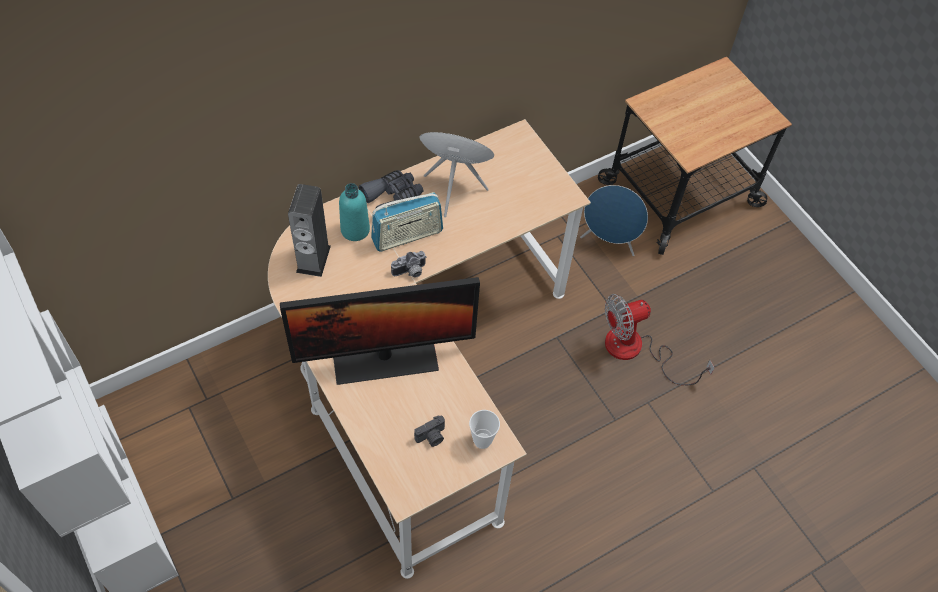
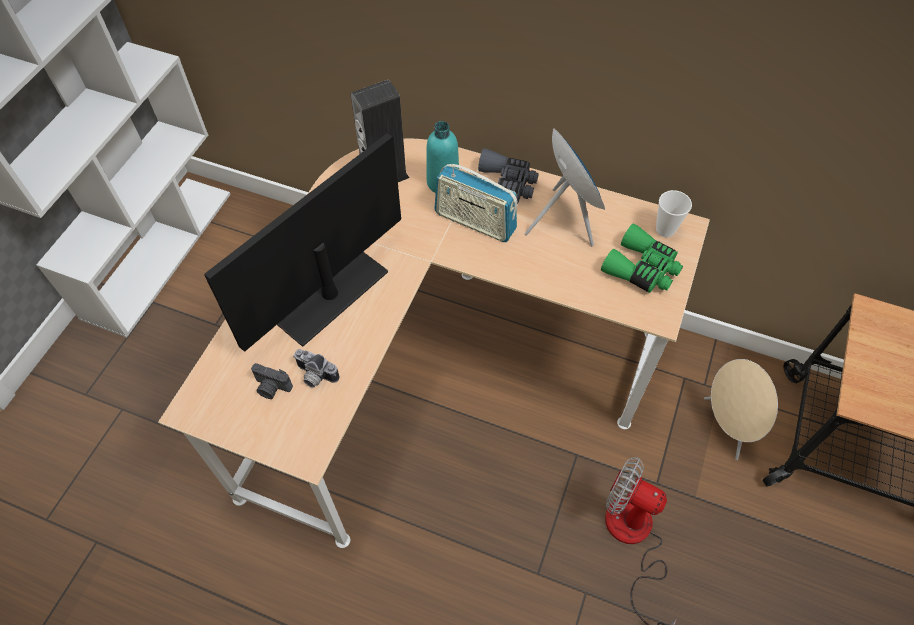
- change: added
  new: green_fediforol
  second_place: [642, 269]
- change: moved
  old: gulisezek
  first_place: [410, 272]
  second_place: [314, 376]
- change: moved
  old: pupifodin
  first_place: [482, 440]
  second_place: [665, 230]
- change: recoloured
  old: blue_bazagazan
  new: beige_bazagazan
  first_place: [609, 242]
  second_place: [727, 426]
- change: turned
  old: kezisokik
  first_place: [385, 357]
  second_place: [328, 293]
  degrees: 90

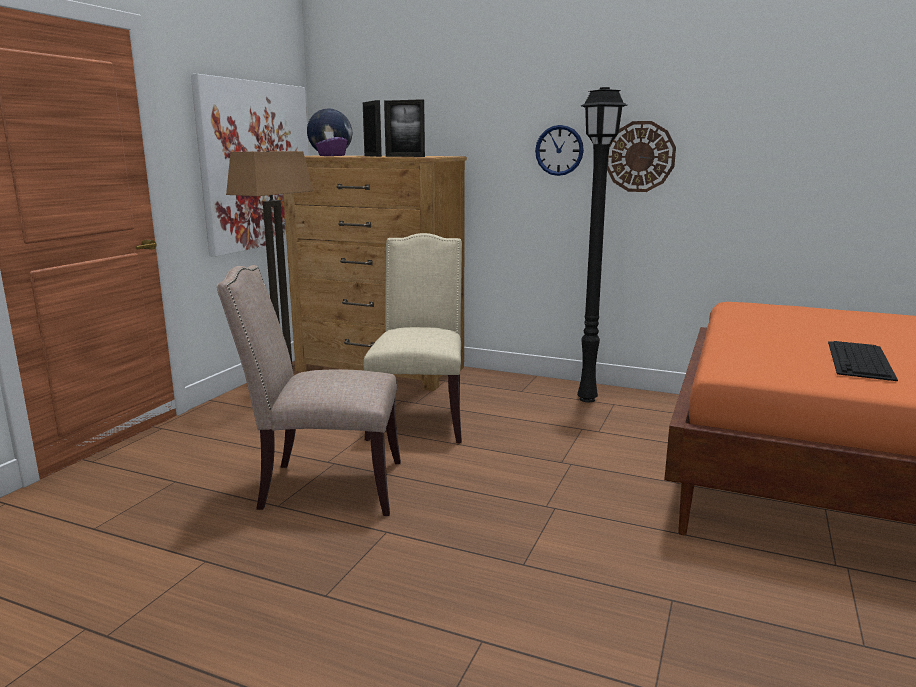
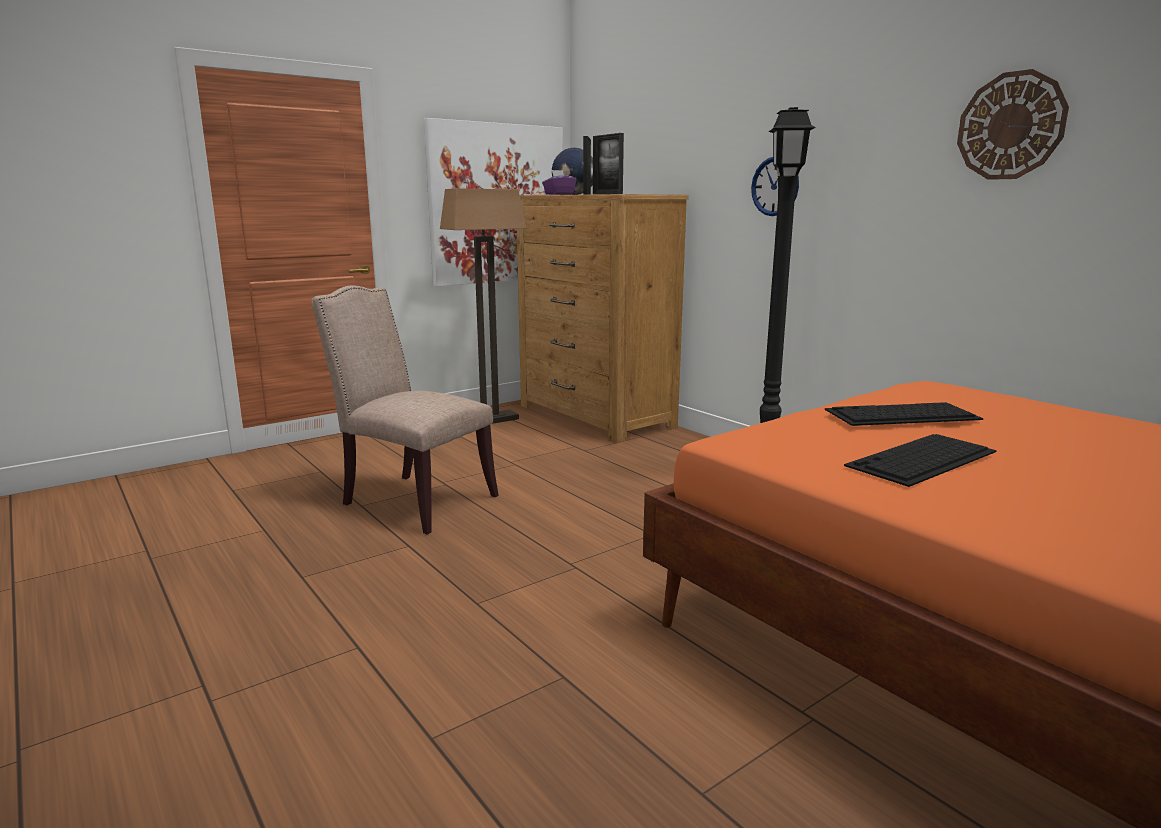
- change: removed
  old: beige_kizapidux
  first_place: [419, 418]
- change: added
  new: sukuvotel
  second_place: [901, 414]
- change: moved
  old: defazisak
  first_place: [639, 156]
  second_place: [1010, 126]

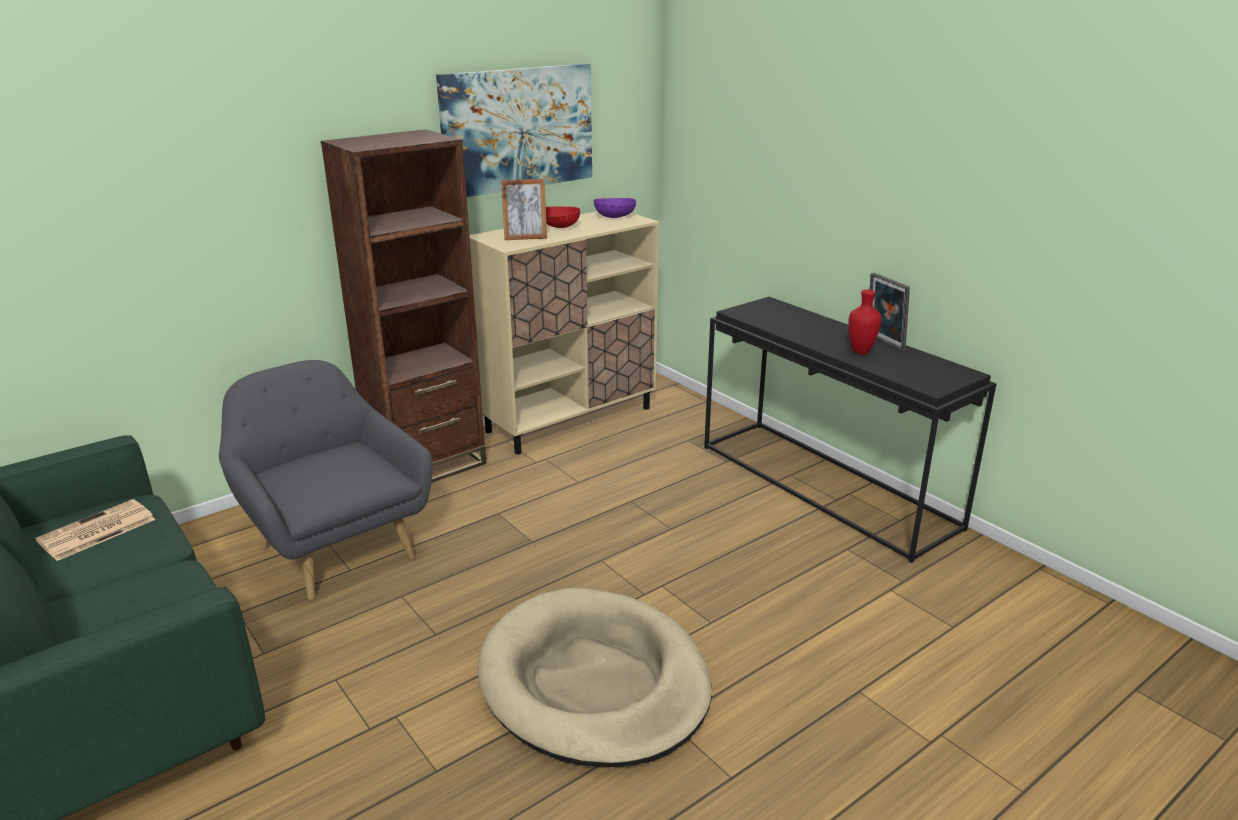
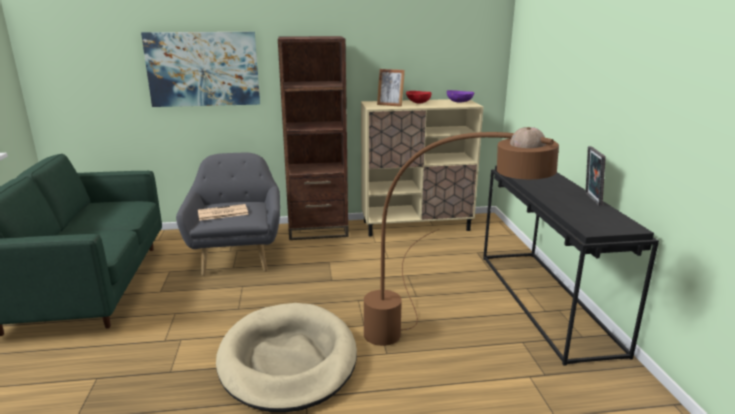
- change: removed
  old: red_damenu
  first_place: [861, 351]
- change: added
  new: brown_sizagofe
  second_place: [429, 346]
- change: moved
  old: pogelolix
  first_place: [96, 531]
  second_place: [222, 213]
- change: moved
  old: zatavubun
  first_place: [518, 129]
  second_place: [203, 69]

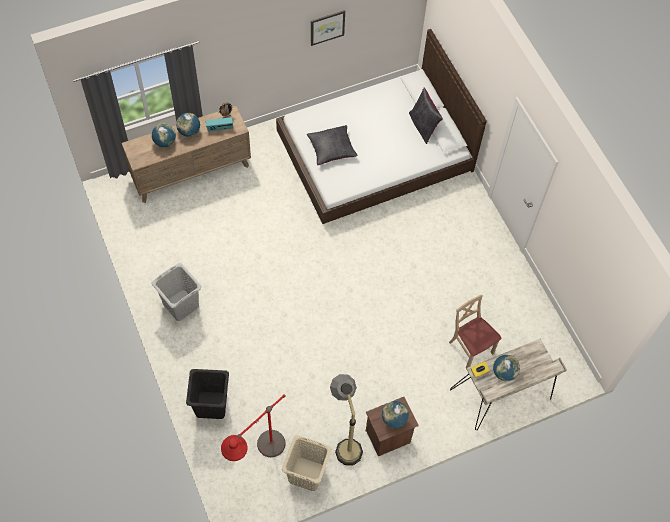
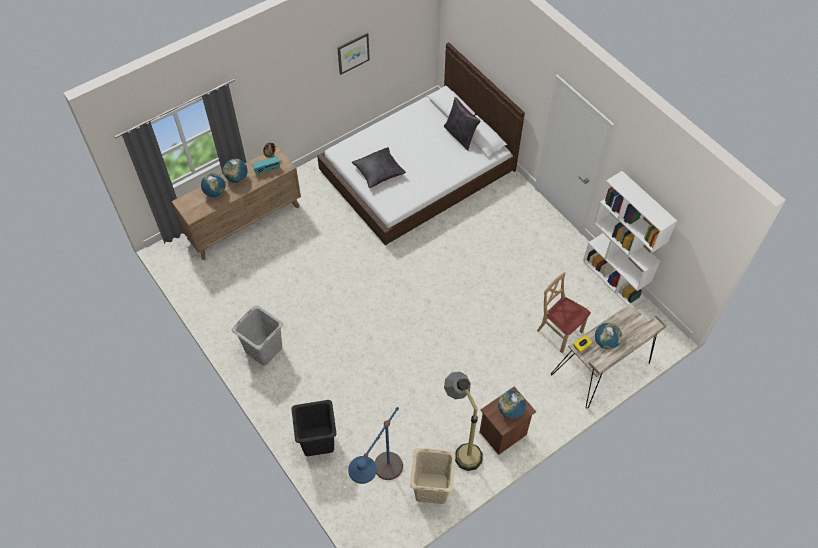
- change: added
  new: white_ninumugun
  second_place: [614, 279]
- change: recoloured
  old: red_sizagofe
  new: blue_sizagofe
  first_place: [259, 459]
  second_place: [380, 484]

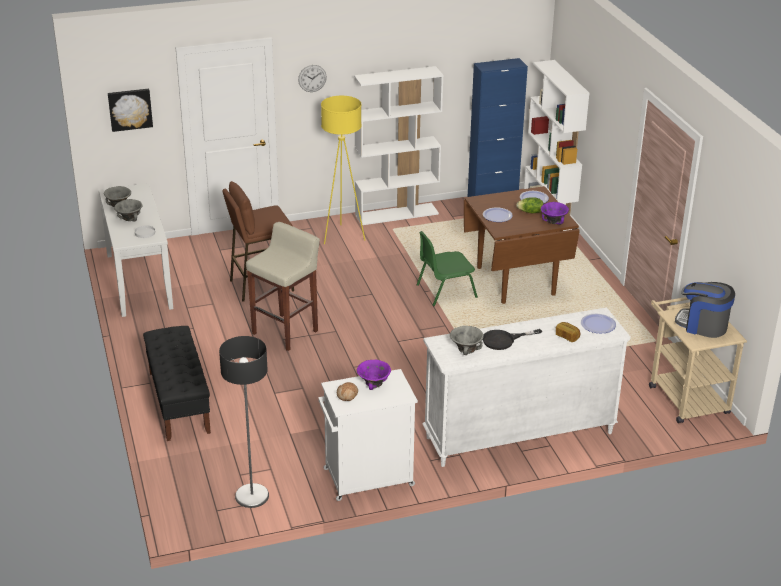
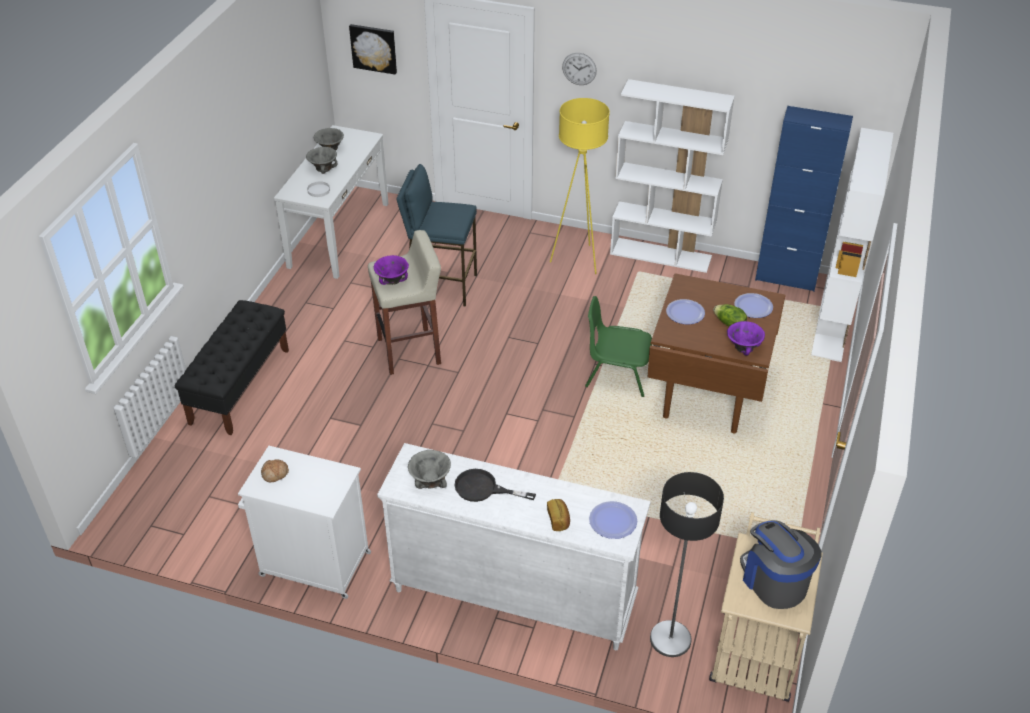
- change: moved
  old: sizagofe
  first_place: [251, 496]
  second_place: [670, 639]
- change: moved
  old: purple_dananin
  first_place: [373, 384]
  second_place: [392, 280]
- change: recoloured
  old: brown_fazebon
  new: blue_fazebon
  first_place: [261, 285]
  second_place: [441, 286]

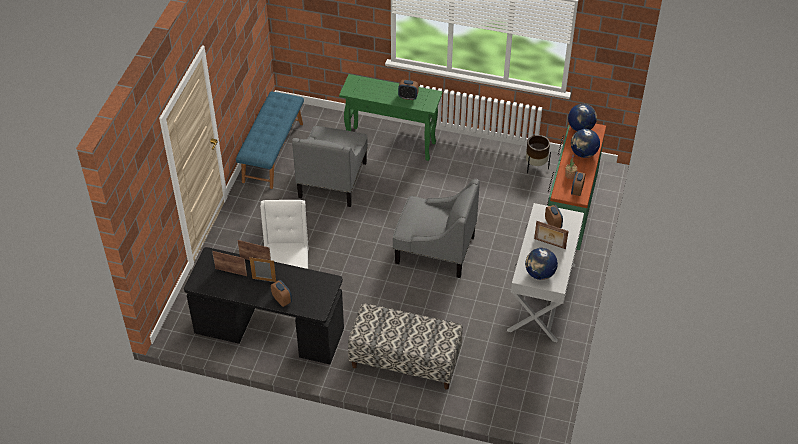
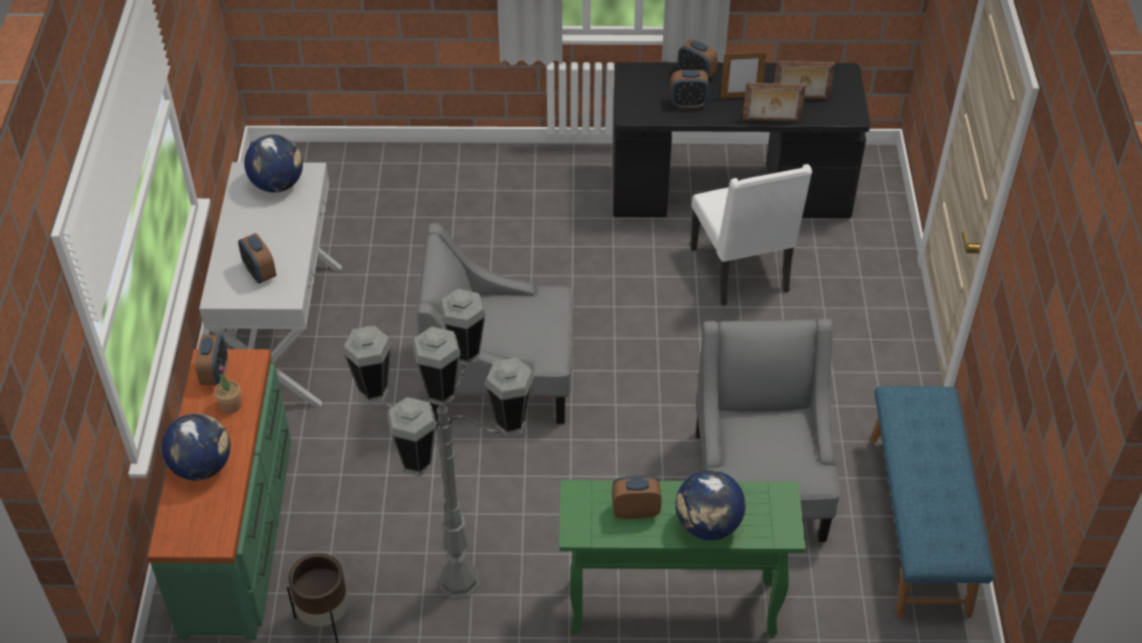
- change: removed
  old: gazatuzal
  first_place: [405, 361]
- change: removed
  old: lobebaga
  first_place: [549, 244]
- change: added
  new: grey_sizagofe
  second_place: [459, 582]
- change: added
  new: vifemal
  second_place: [688, 103]
- change: moved
  old: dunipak
  first_place: [580, 128]
  second_place: [708, 525]

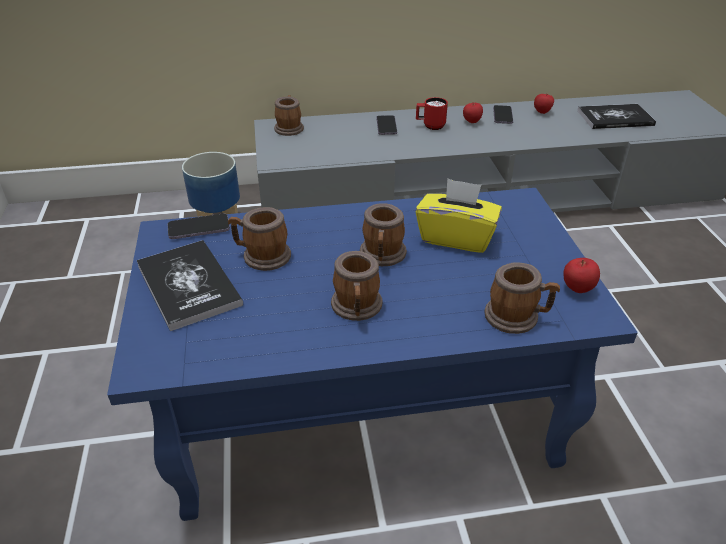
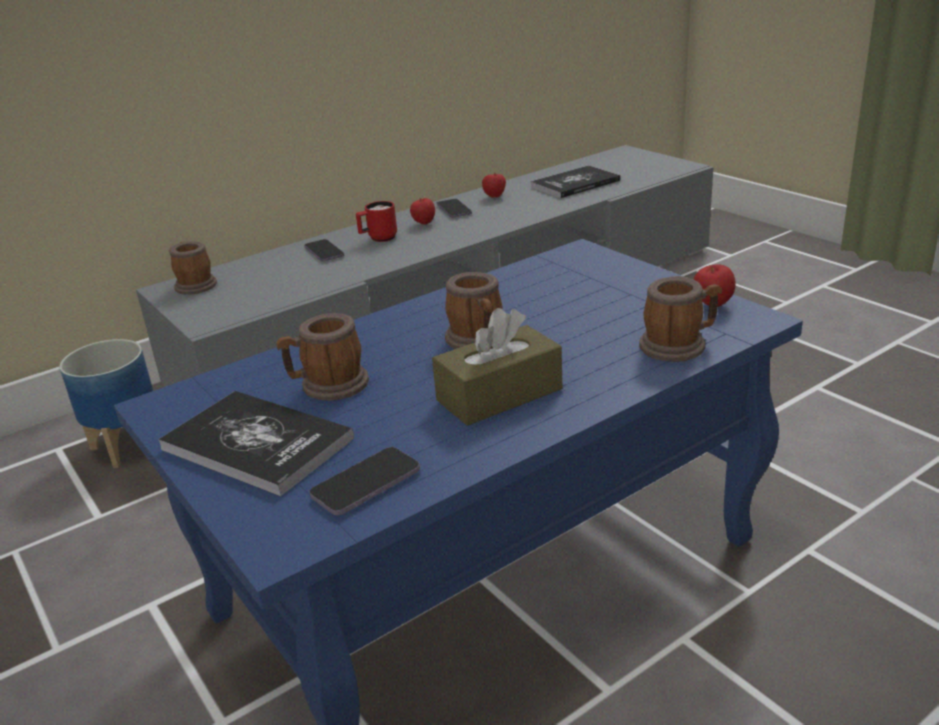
- change: removed
  old: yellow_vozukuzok
  first_place: [456, 237]
- change: moved
  old: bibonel
  first_place: [199, 228]
  second_place: [366, 484]
- change: replaced
  old: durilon
  new: brown_vozukuzok
  first_place: [357, 308]
  second_place: [499, 395]

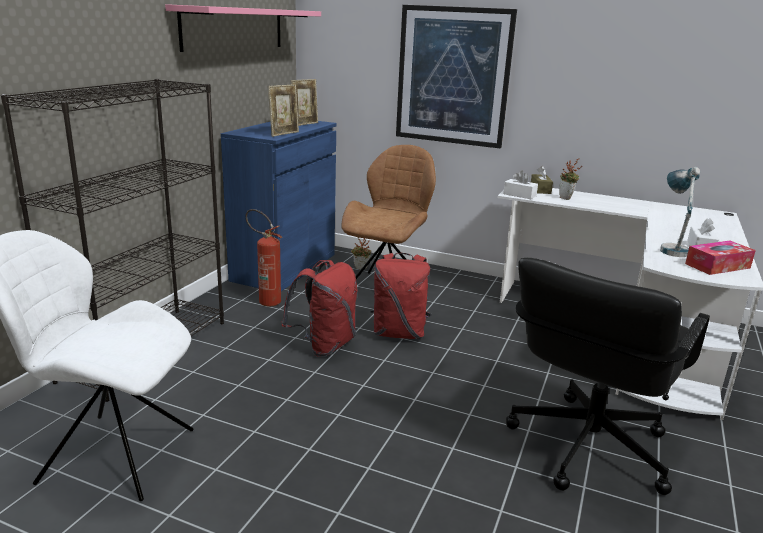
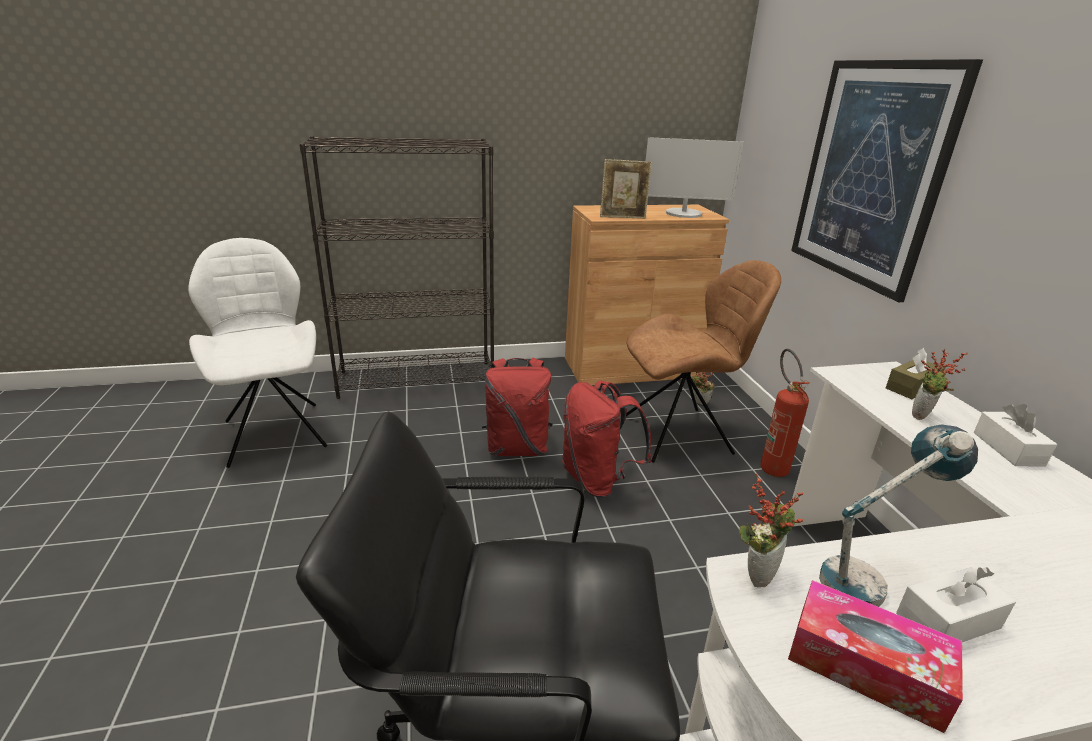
- change: removed
  old: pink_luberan
  first_place: [234, 28]
- change: added
  new: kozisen
  second_place: [757, 572]
- change: moved
  old: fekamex
  first_place: [265, 301]
  second_place: [771, 465]
- change: moved
  old: white_vozukuzok
  first_place: [519, 195]
  second_place: [1008, 449]
- change: replaced
  old: lobebaga
  new: kezisokik
  first_place: [304, 124]
  second_place: [684, 213]
- change: recoloured
  old: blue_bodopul
  new: brown_bodopul
  first_place: [284, 267]
  second_place: [631, 367]

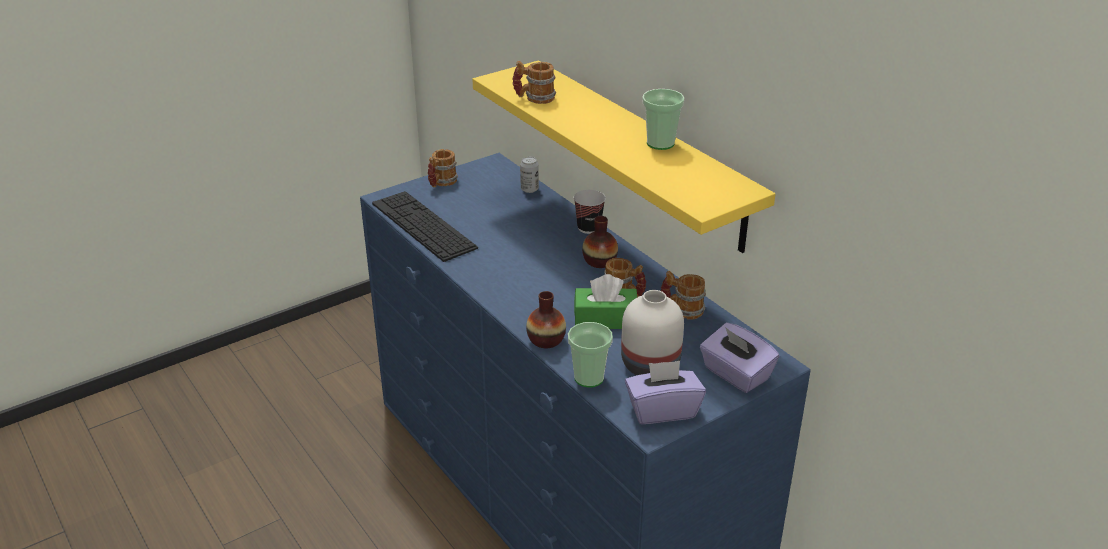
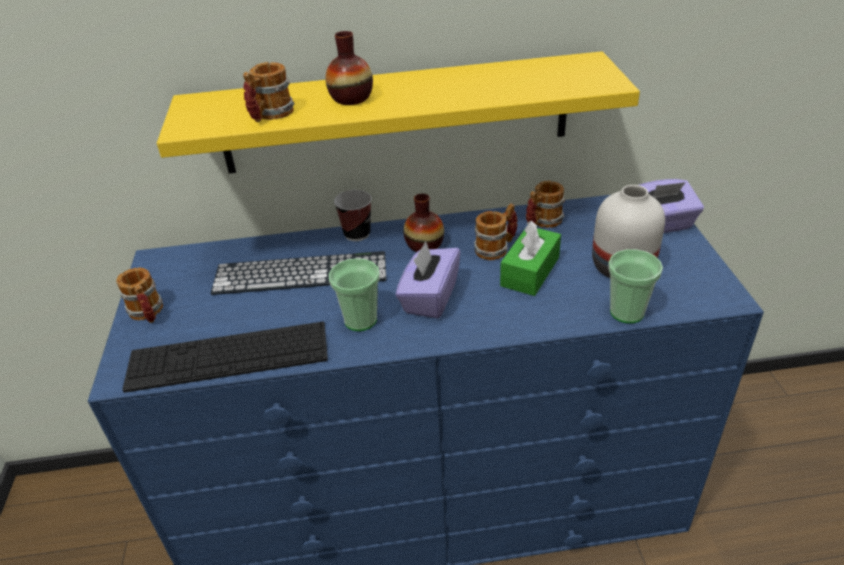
- change: removed
  old: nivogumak
  first_place: [529, 189]
- change: added
  new: sukuvotel
  second_place: [300, 273]
- change: moved
  old: damenu
  first_place: [546, 340]
  second_place: [351, 98]
- change: moved
  old: purple_vozukuzok
  first_place: [662, 410]
  second_place: [429, 298]
- change: moved
  old: pupifodin
  first_place: [660, 143]
  second_place: [360, 320]

